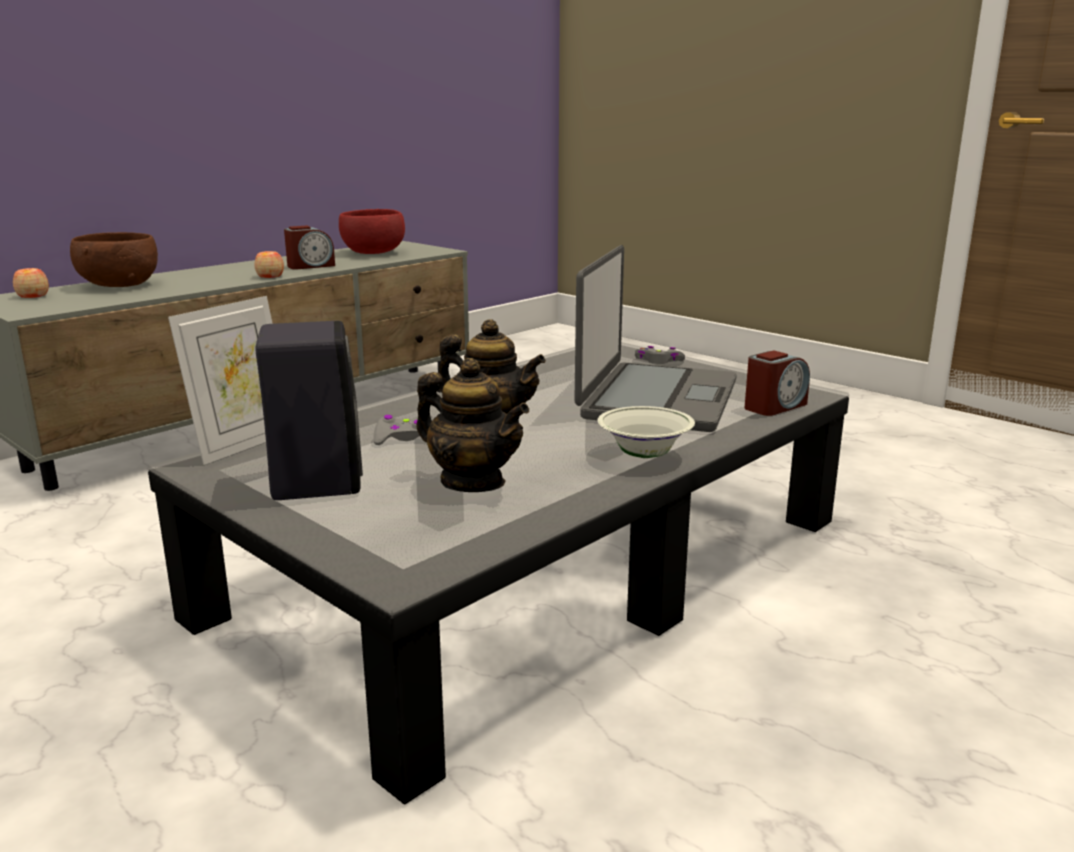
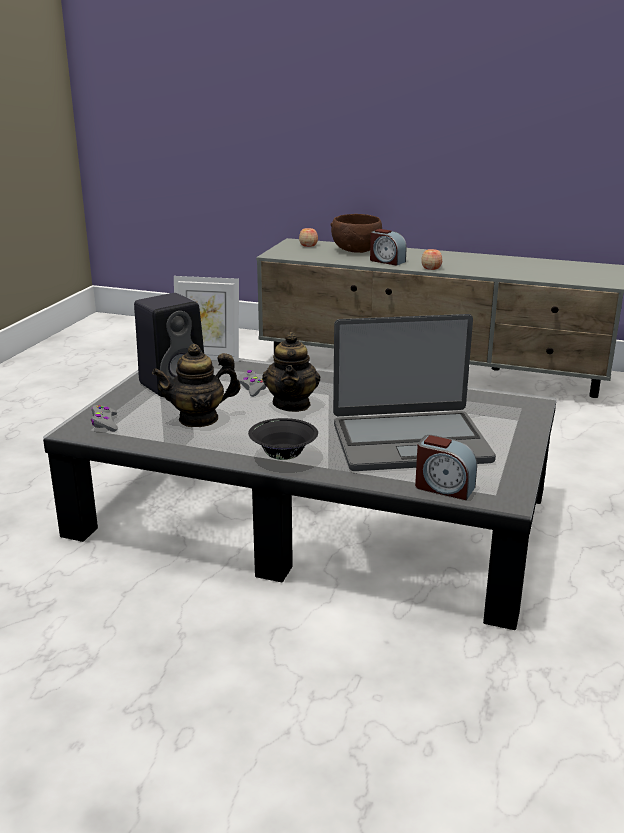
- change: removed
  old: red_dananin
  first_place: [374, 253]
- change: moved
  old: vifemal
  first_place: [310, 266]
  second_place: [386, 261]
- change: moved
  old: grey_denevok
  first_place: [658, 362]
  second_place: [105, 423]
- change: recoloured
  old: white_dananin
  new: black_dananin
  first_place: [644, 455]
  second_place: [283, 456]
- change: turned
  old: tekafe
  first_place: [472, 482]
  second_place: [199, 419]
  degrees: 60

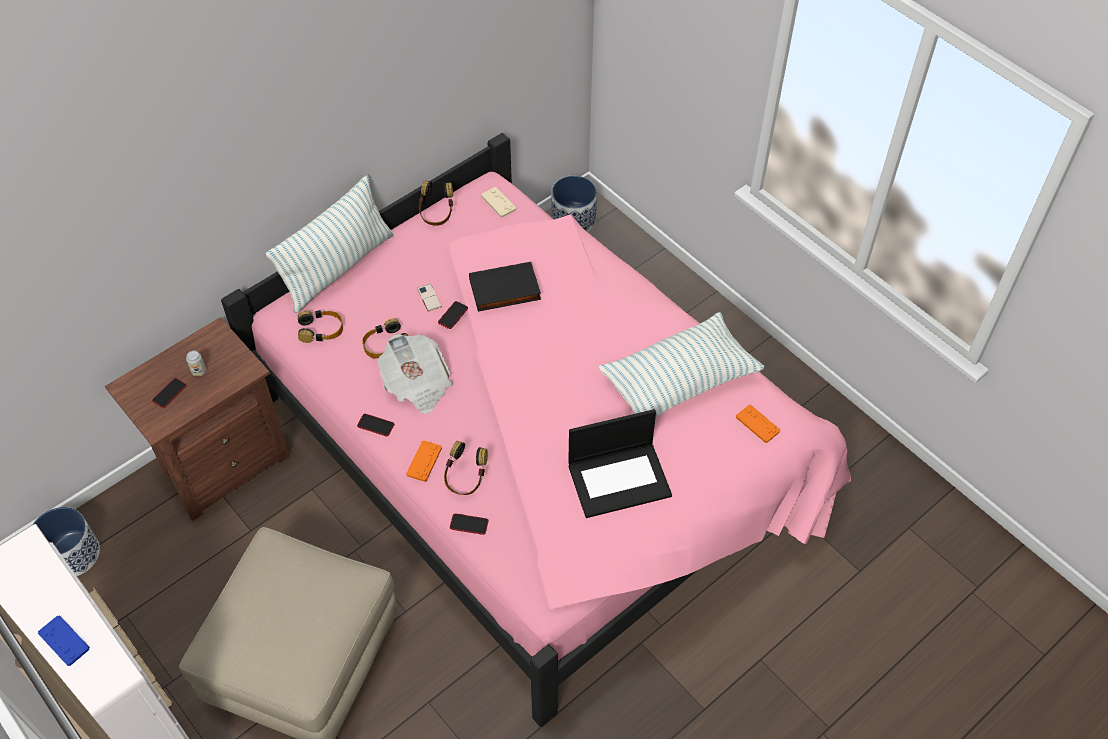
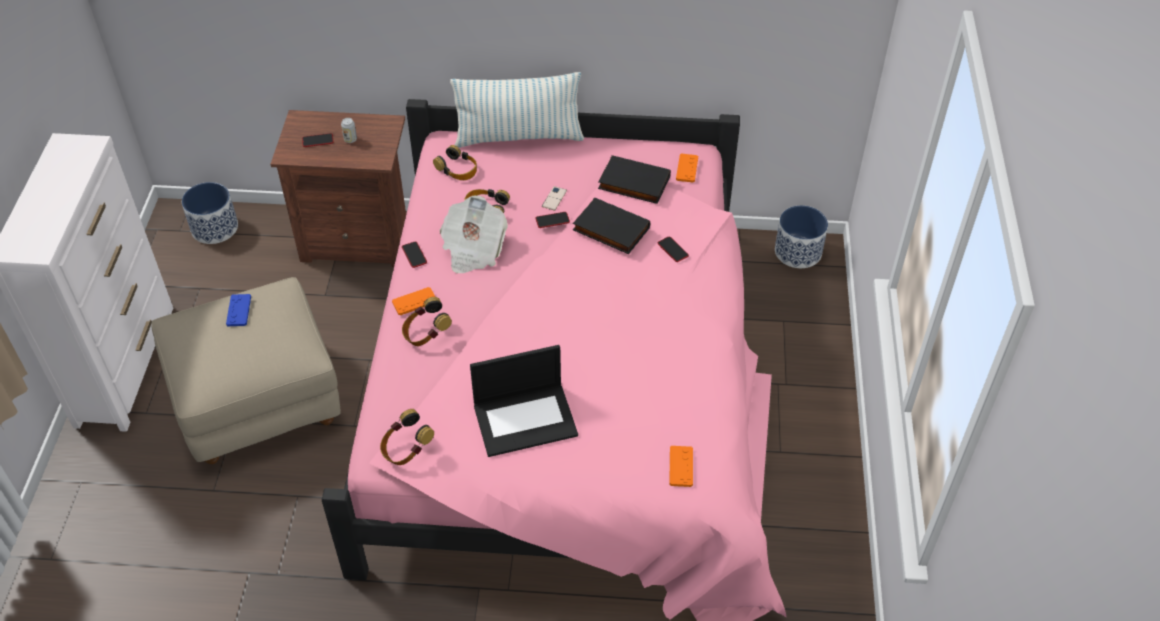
- change: removed
  old: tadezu
  first_place: [679, 380]
- change: added
  new: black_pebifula
  second_place: [633, 184]
- change: moved
  old: blue_denevok
  first_place: [64, 641]
  second_place: [239, 311]
- change: moved
  old: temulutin
  first_place: [437, 214]
  second_place: [406, 450]
- change: moved
  old: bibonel
  first_place: [469, 524]
  second_place: [673, 250]
- change: recoloured
  old: beige_denevok
  new: orange_denevok
  first_place: [498, 203]
  second_place: [687, 168]
- change: turned
  old: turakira
  first_place: [620, 479]
  second_place: [526, 419]
  degrees: -45

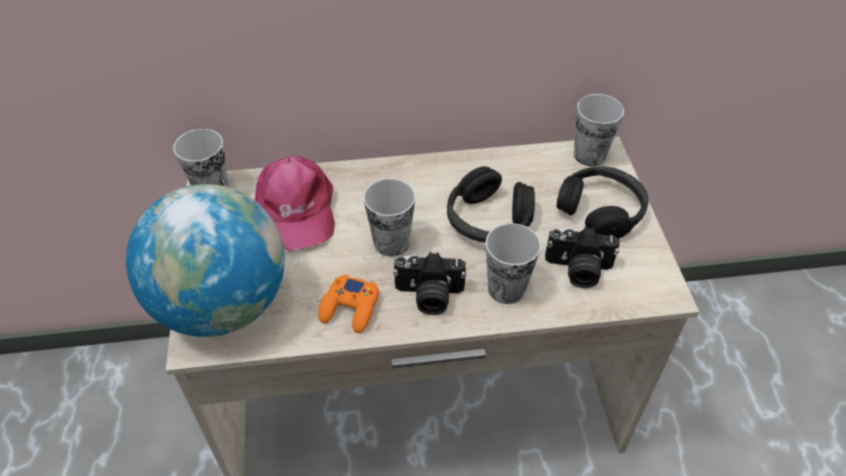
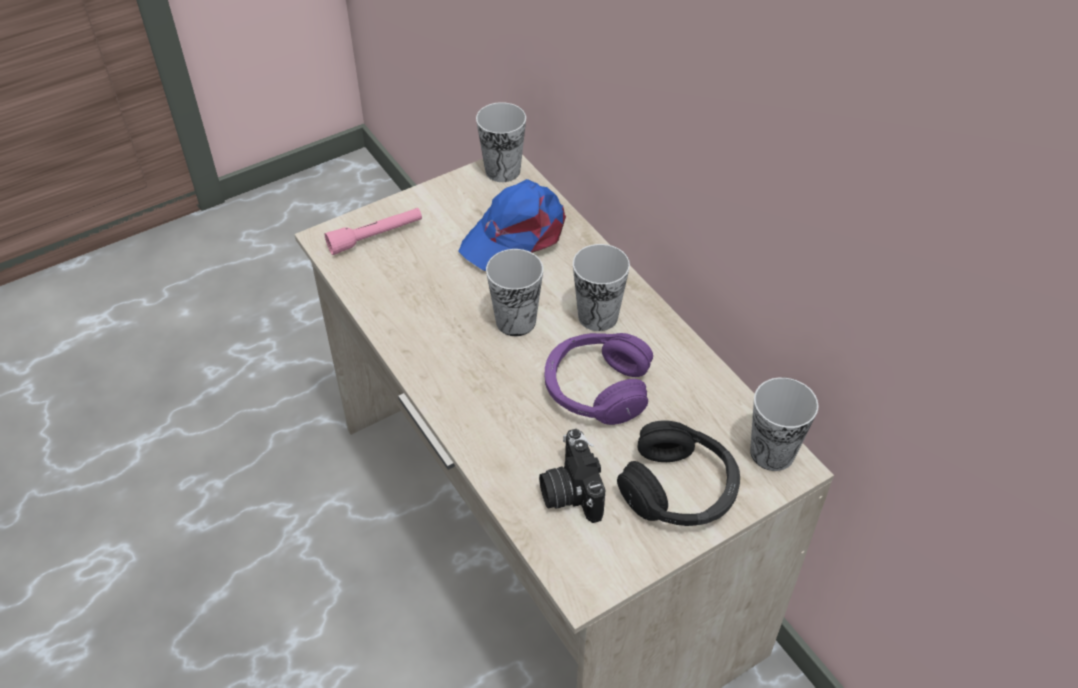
- change: removed
  old: orange_denevok
  first_place: [350, 308]
- change: removed
  old: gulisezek
  first_place: [429, 296]
- change: moved
  old: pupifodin
  first_place: [506, 288]
  second_place: [598, 316]
- change: replaced
  old: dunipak
  new: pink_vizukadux
  first_place: [223, 304]
  second_place: [376, 237]
- change: recoloured
  old: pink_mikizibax
  new: blue_mikizibax
  first_place: [296, 209]
  second_place: [516, 235]
- change: recoloured
  old: black_temulutin
  new: purple_temulutin
  first_place: [488, 220]
  second_place: [596, 388]

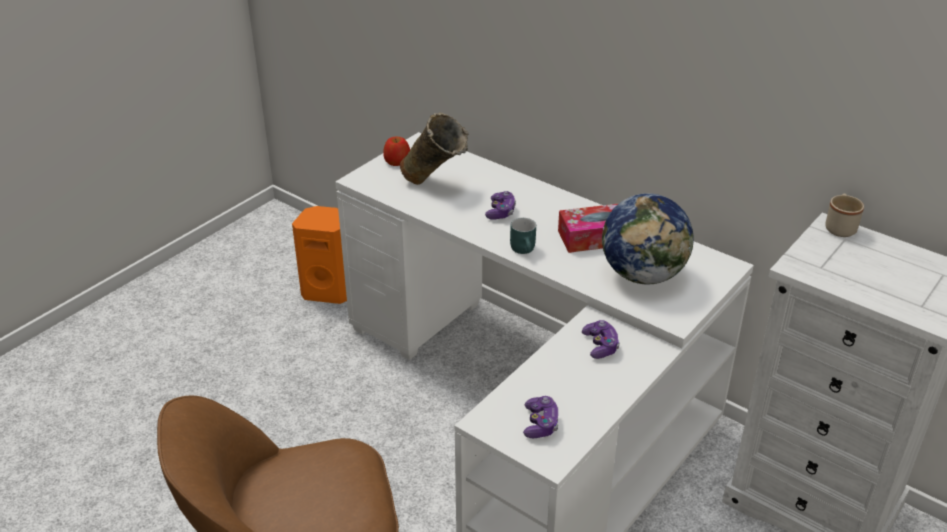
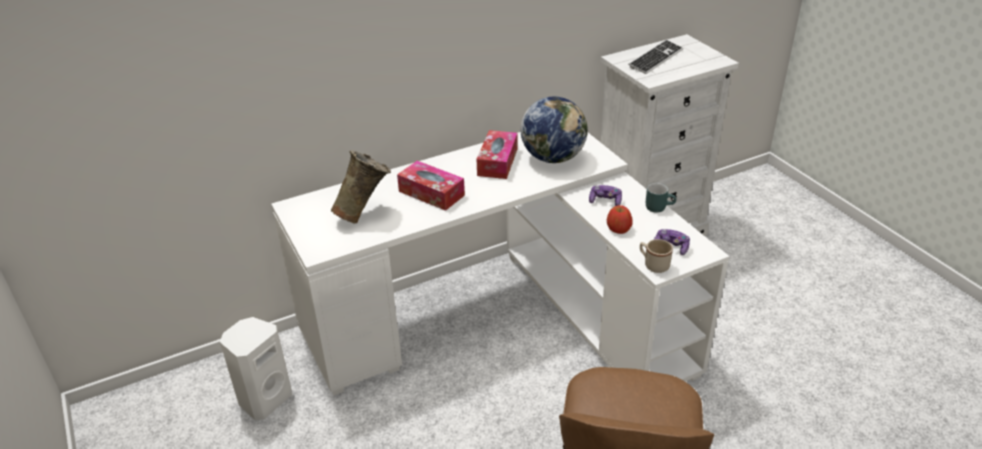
- change: added
  new: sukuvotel
  second_place: [656, 58]
- change: moved
  old: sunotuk
  first_place: [397, 161]
  second_place: [618, 228]
- change: moved
  old: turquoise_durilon
  first_place: [525, 250]
  second_place: [659, 207]
- change: moved
  old: beige_durilon
  first_place: [840, 227]
  second_place: [653, 264]
- change: replaced
  old: denevok
  new: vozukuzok
  first_place: [501, 212]
  second_place: [431, 193]
- change: recoloured
  old: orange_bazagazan
  new: white_bazagazan
  first_place: [328, 291]
  second_place: [264, 399]

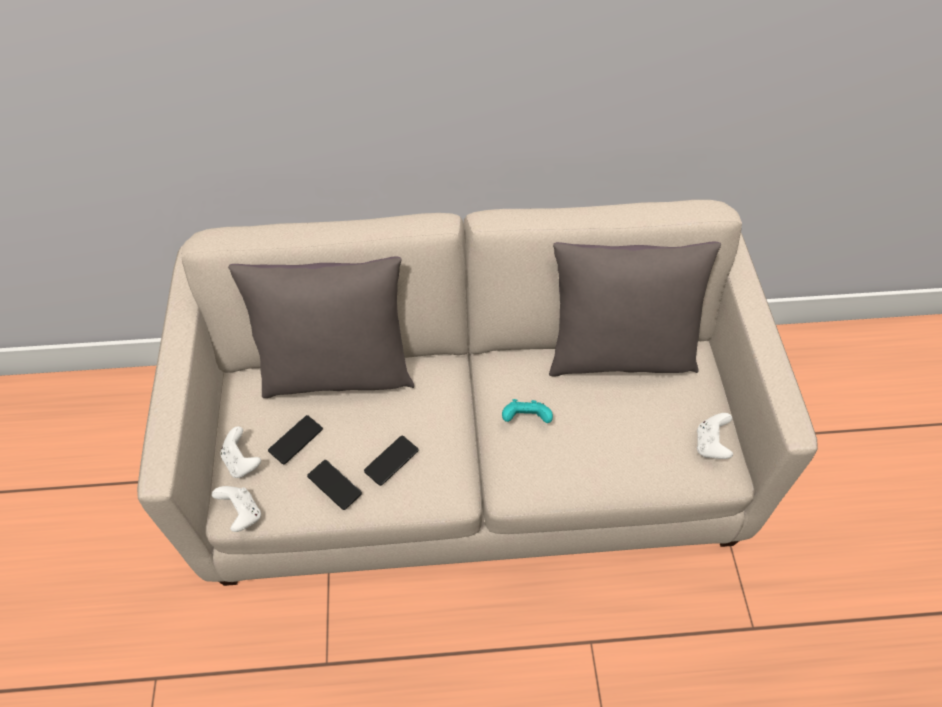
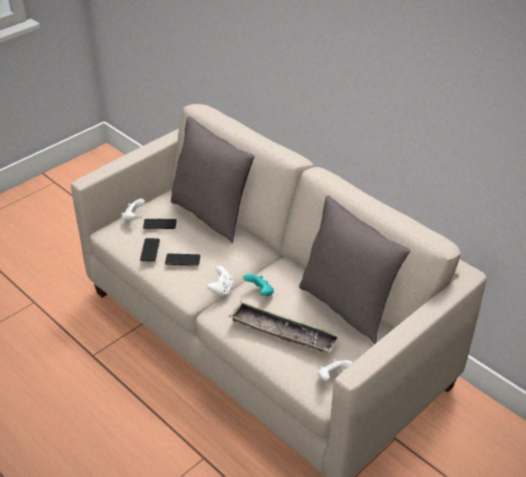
- change: added
  new: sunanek
  second_place: [283, 332]
- change: moved
  old: white_denevok
  first_place: [242, 513]
  second_place: [221, 289]

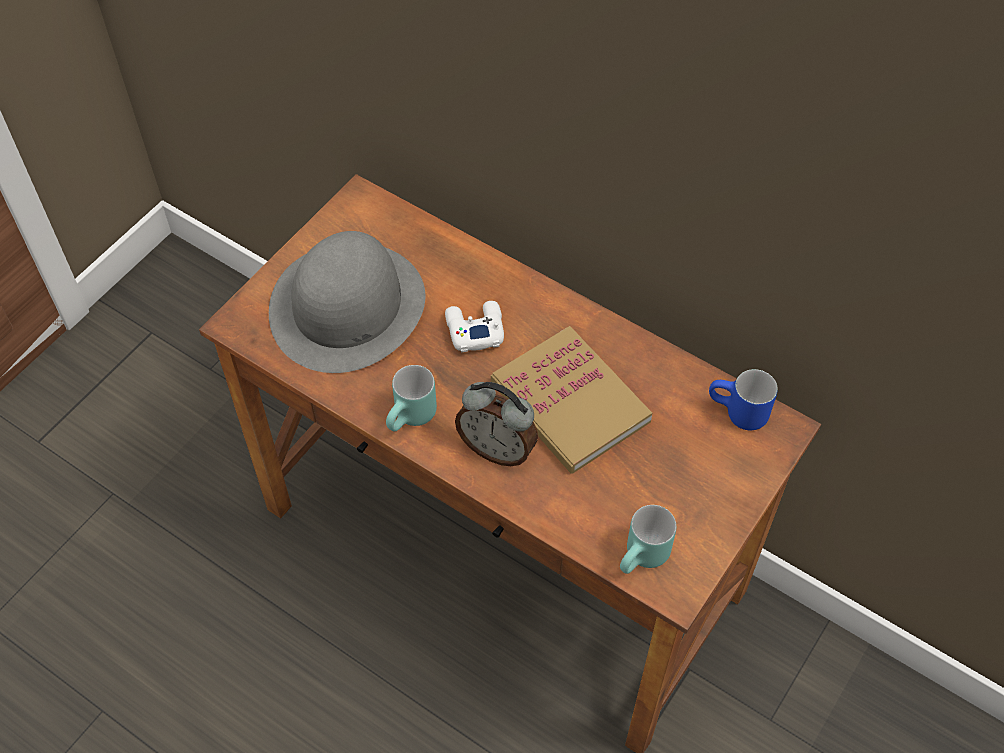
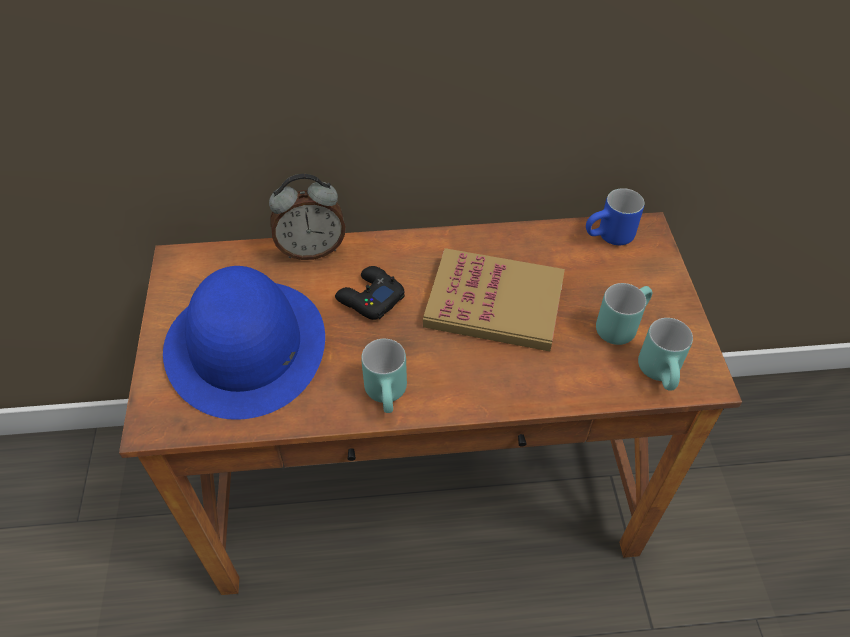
- change: added
  new: turquoise_durilon
  second_place: [619, 324]
- change: moved
  old: vifemal
  first_place: [497, 448]
  second_place: [311, 249]
- change: recoloured
  old: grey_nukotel
  new: blue_nukotel
  first_place: [347, 307]
  second_place: [246, 346]
- change: recoloured
  old: white_denevok
  new: black_denevok
  first_place: [474, 329]
  second_place: [370, 298]

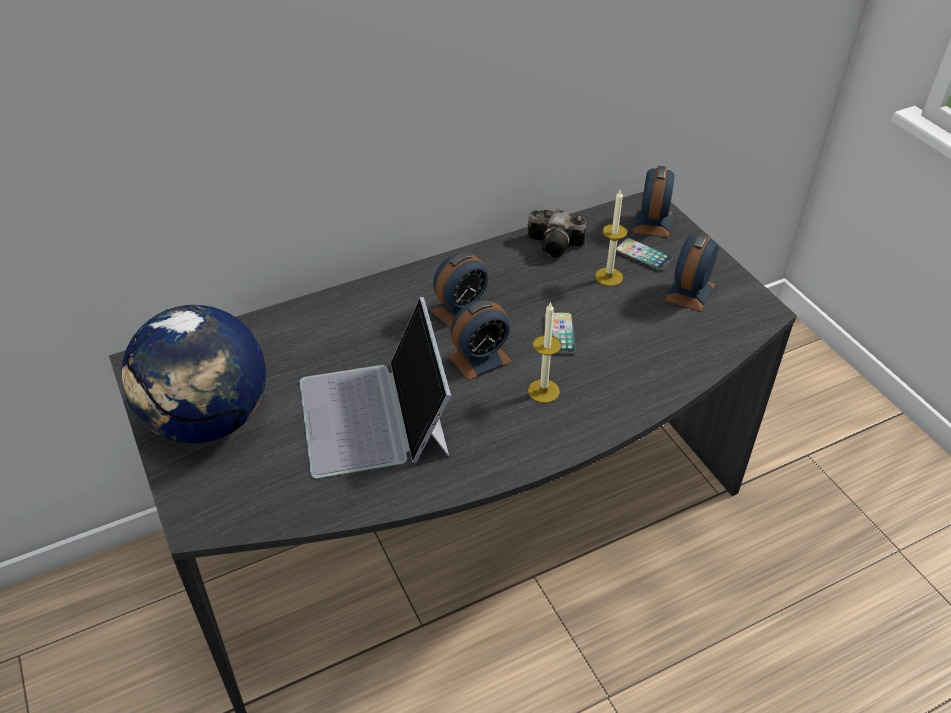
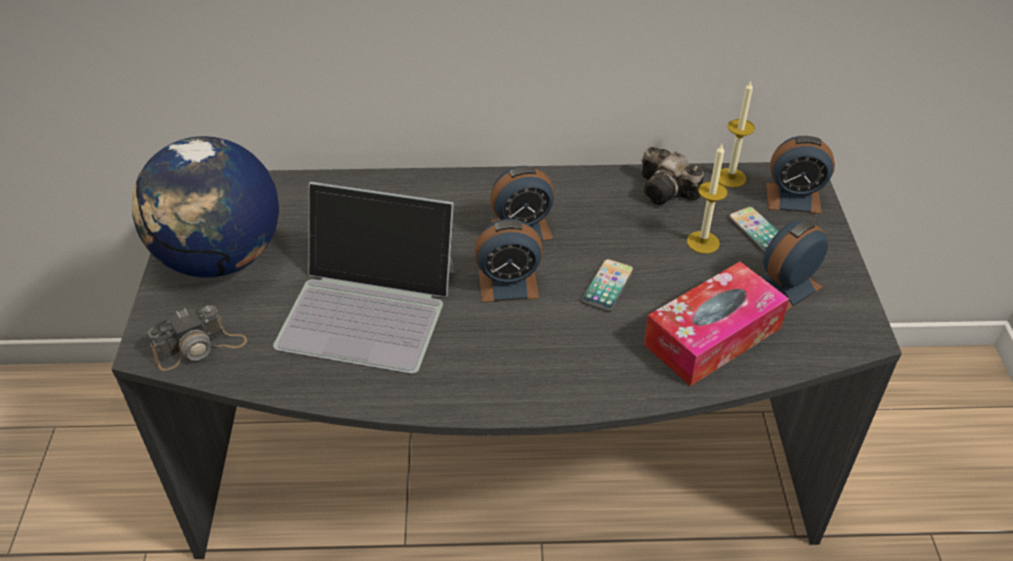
- change: added
  new: gulisezek
  second_place: [200, 347]
- change: added
  new: vozukuzok
  second_place: [712, 336]
- change: moved
  old: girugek
  first_place: [543, 391]
  second_place: [730, 178]
- change: turned
  old: turakira
  first_place: [375, 416]
  second_place: [369, 306]
  degrees: -90
- change: turned
  old: vifemal
  first_place: [652, 222]
  second_place: [793, 198]
  degrees: 60

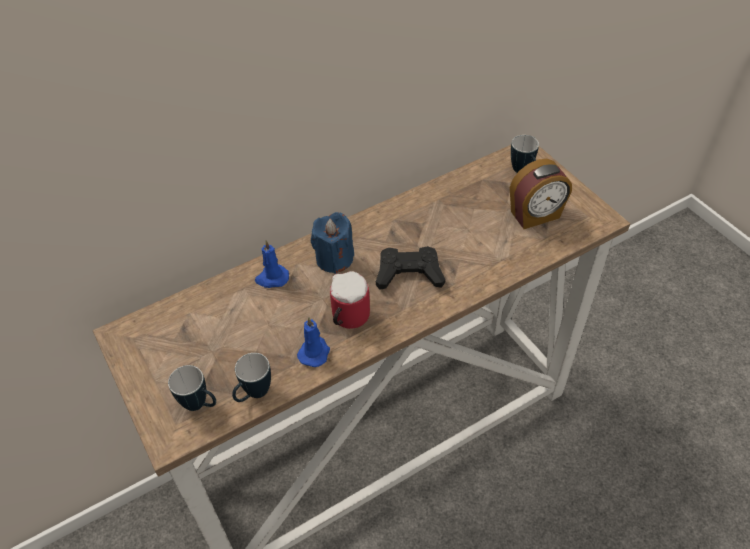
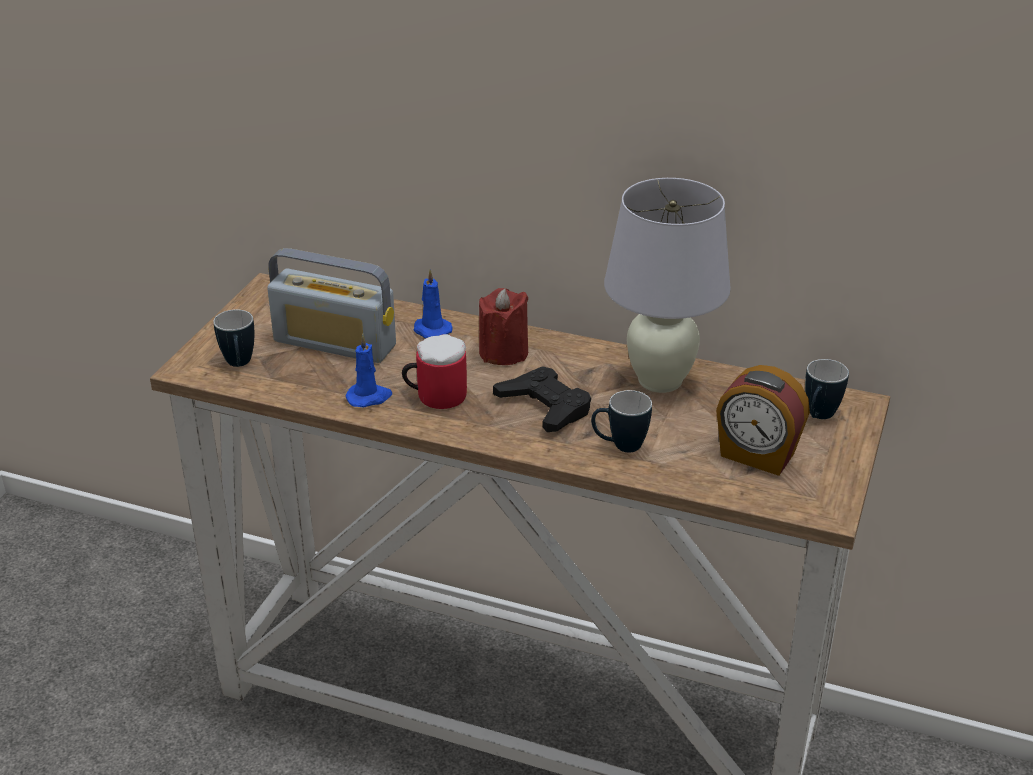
- change: added
  new: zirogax
  second_place: [335, 343]
- change: added
  new: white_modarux
  second_place: [660, 380]
- change: moved
  old: durilon
  first_place: [253, 395]
  second_place: [619, 446]
- change: recoloured
  old: blue_girugek
  new: red_girugek
  first_place: [334, 259]
  second_place: [503, 353]

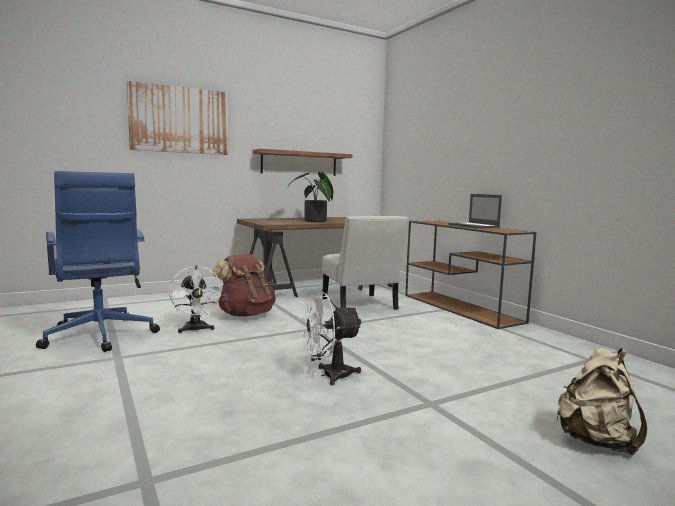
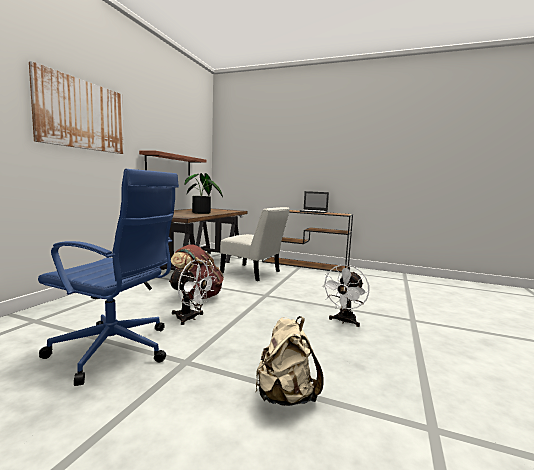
- change: moved
  old: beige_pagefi
  first_place: [596, 441]
  second_place: [285, 396]

